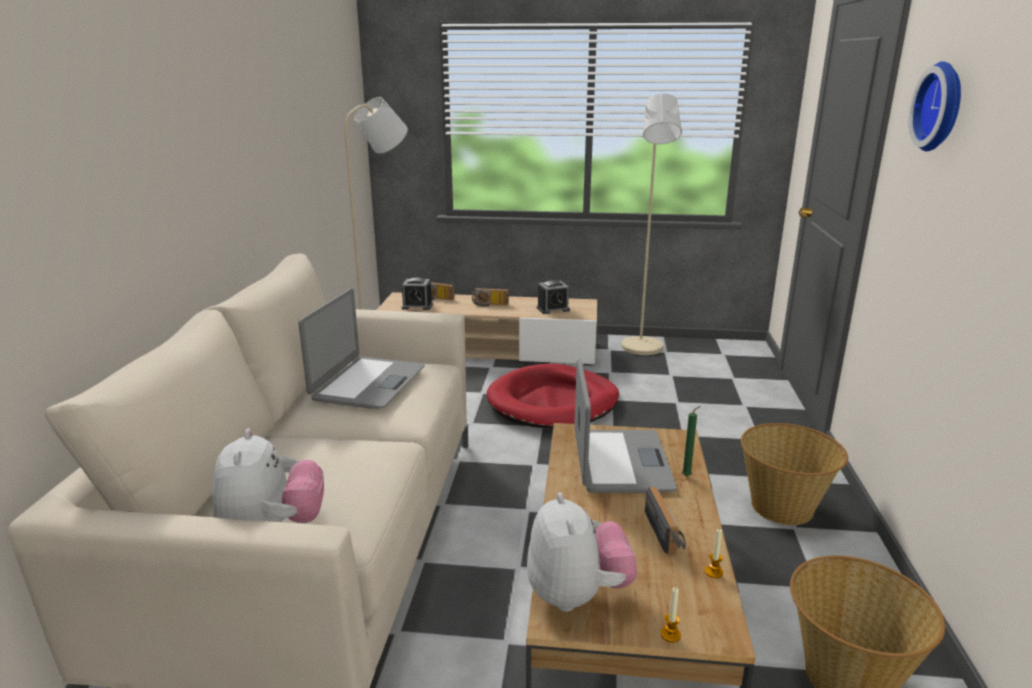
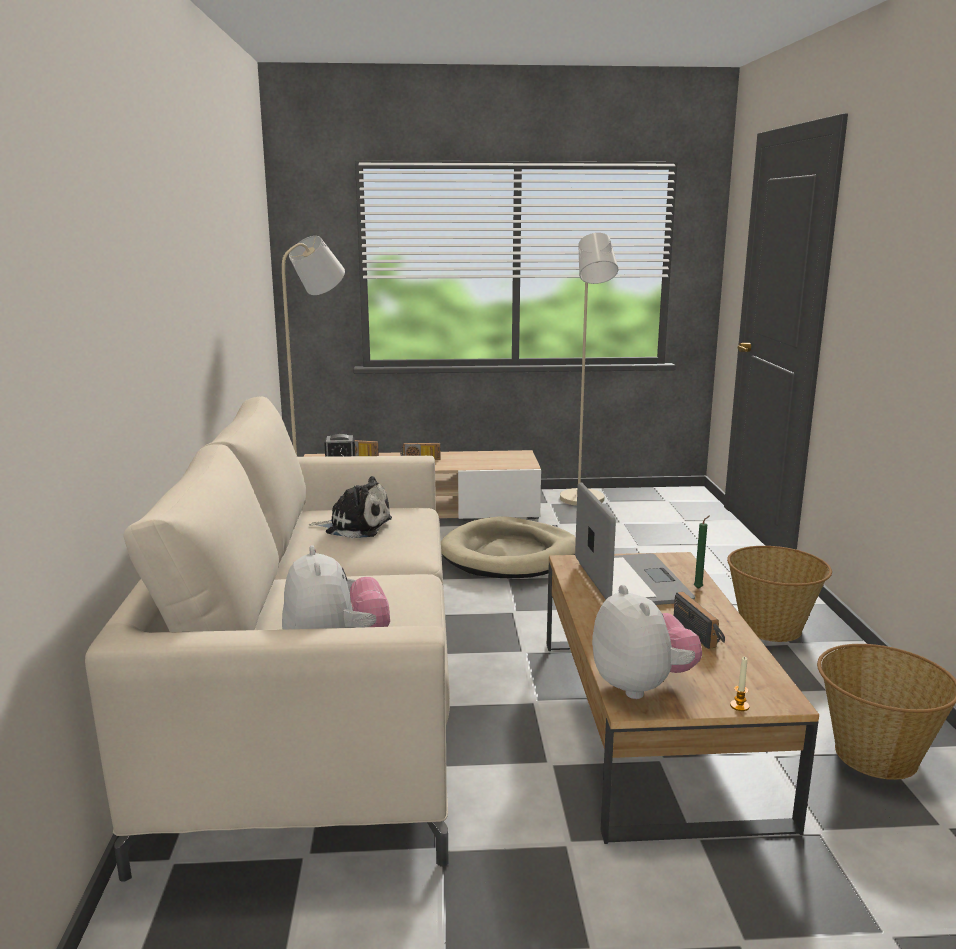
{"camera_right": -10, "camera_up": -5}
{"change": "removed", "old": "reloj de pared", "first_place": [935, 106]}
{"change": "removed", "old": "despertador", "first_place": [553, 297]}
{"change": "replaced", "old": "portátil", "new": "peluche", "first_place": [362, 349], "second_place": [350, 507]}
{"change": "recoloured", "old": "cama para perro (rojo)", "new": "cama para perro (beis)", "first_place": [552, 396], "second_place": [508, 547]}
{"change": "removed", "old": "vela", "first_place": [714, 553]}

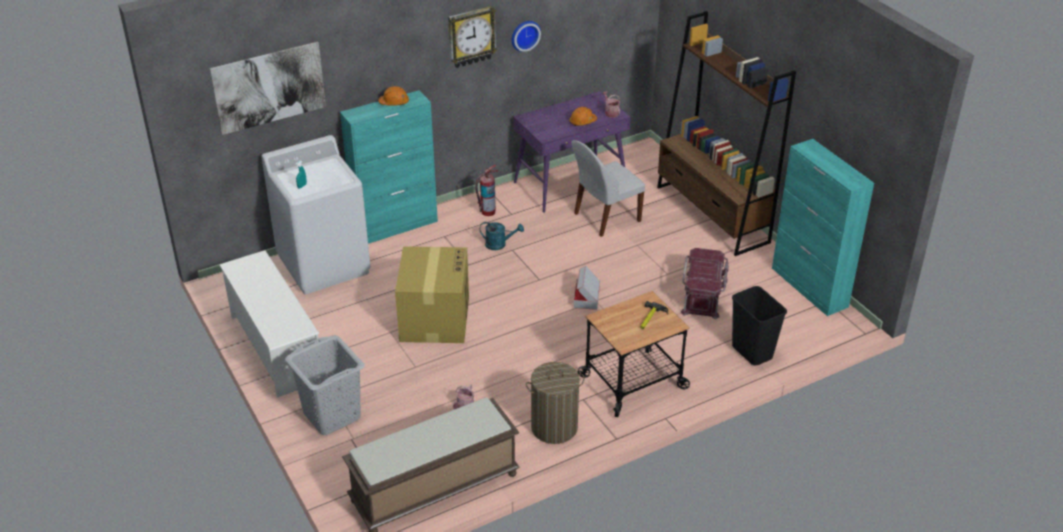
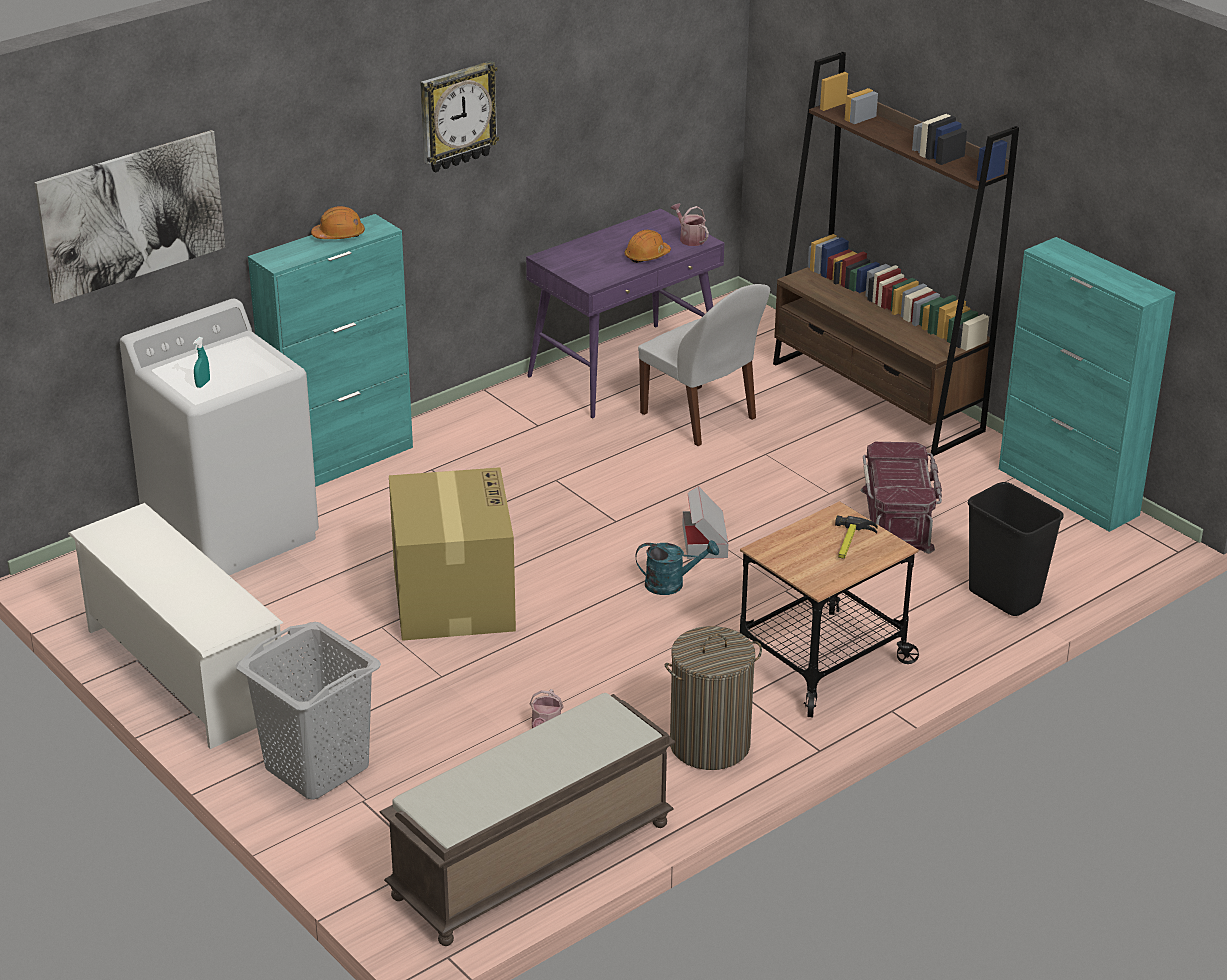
{"camera_right": -10, "camera_up": -5}
{"change": "removed", "old": "reloj de pared", "first_place": [526, 36]}
{"change": "turned", "old": "silla (blanco)", "first_place": [608, 188], "second_place": [704, 365], "degrees": -90}
{"change": "removed", "old": "extintor", "first_place": [487, 190]}
{"change": "moved", "old": "regadera (turquesa)", "first_place": [502, 236], "second_place": [677, 567]}

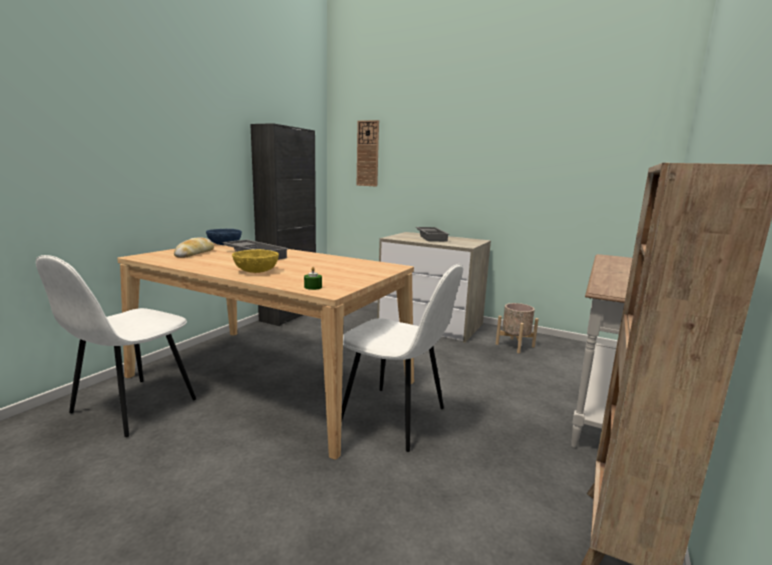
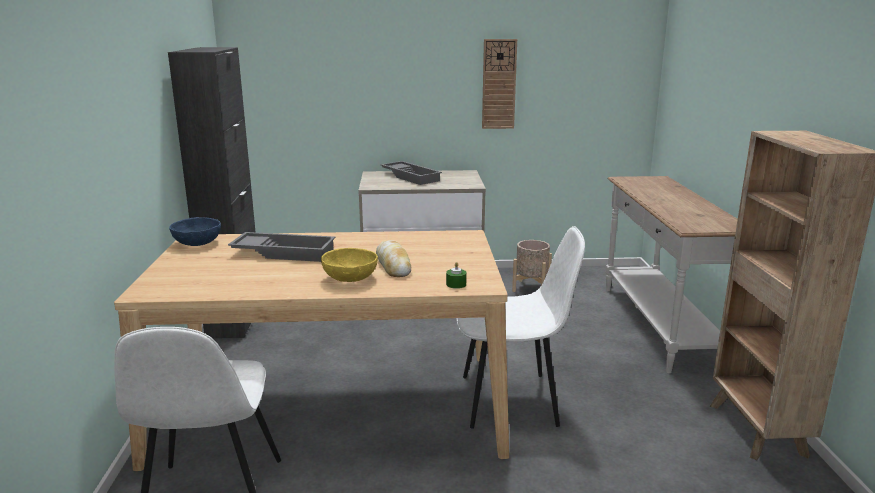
{"camera_right": -30, "camera_up": 5}
{"change": "moved", "old": "reloj de pared", "first_place": [368, 153], "second_place": [499, 84]}
{"change": "moved", "old": "pan", "first_place": [194, 247], "second_place": [393, 258]}

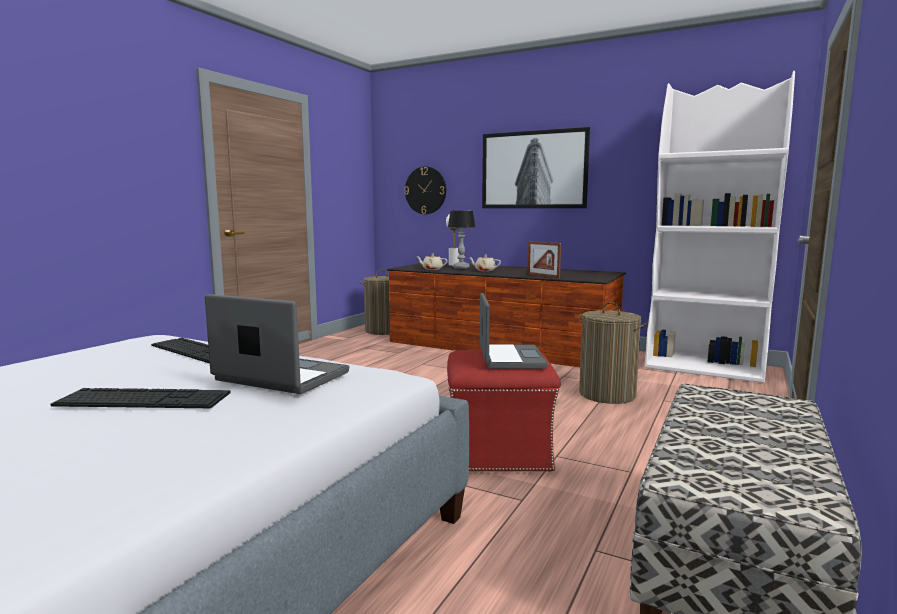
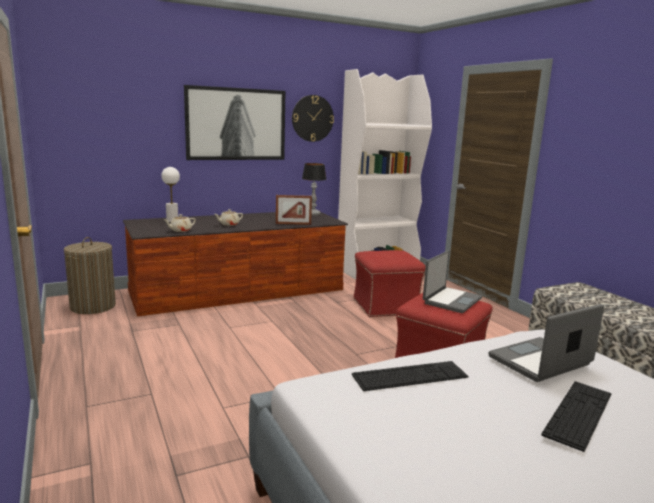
{"camera_right": -55, "camera_up": 5}
{"change": "moved", "old": "reloj de pared", "first_place": [425, 190], "second_place": [313, 118]}
{"change": "moved", "old": "lámpara de mesa", "first_place": [461, 239], "second_place": [314, 189]}
{"change": "turned", "old": "portátil", "first_place": [514, 331], "second_place": [452, 281], "degrees": 90}
{"change": "replaced", "old": "cesto de la ropa", "new": "puf (rojo)", "first_place": [612, 353], "second_place": [389, 284]}

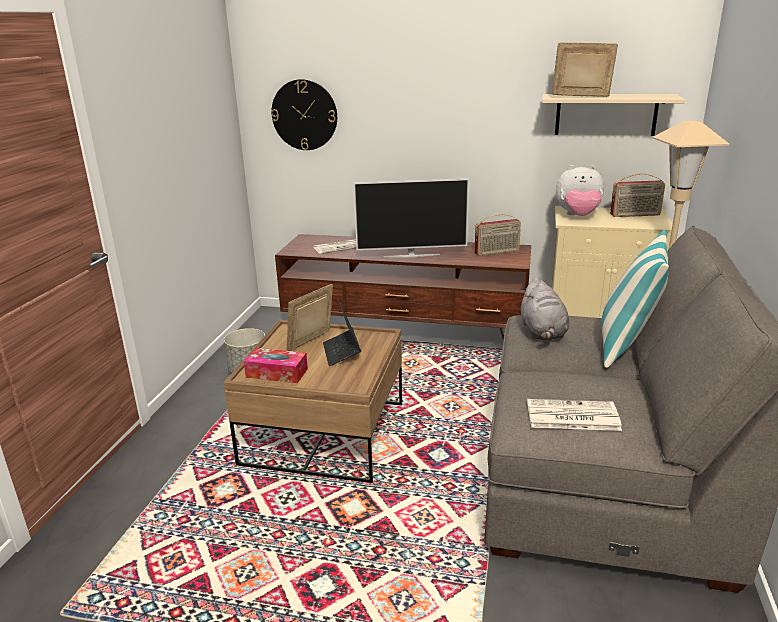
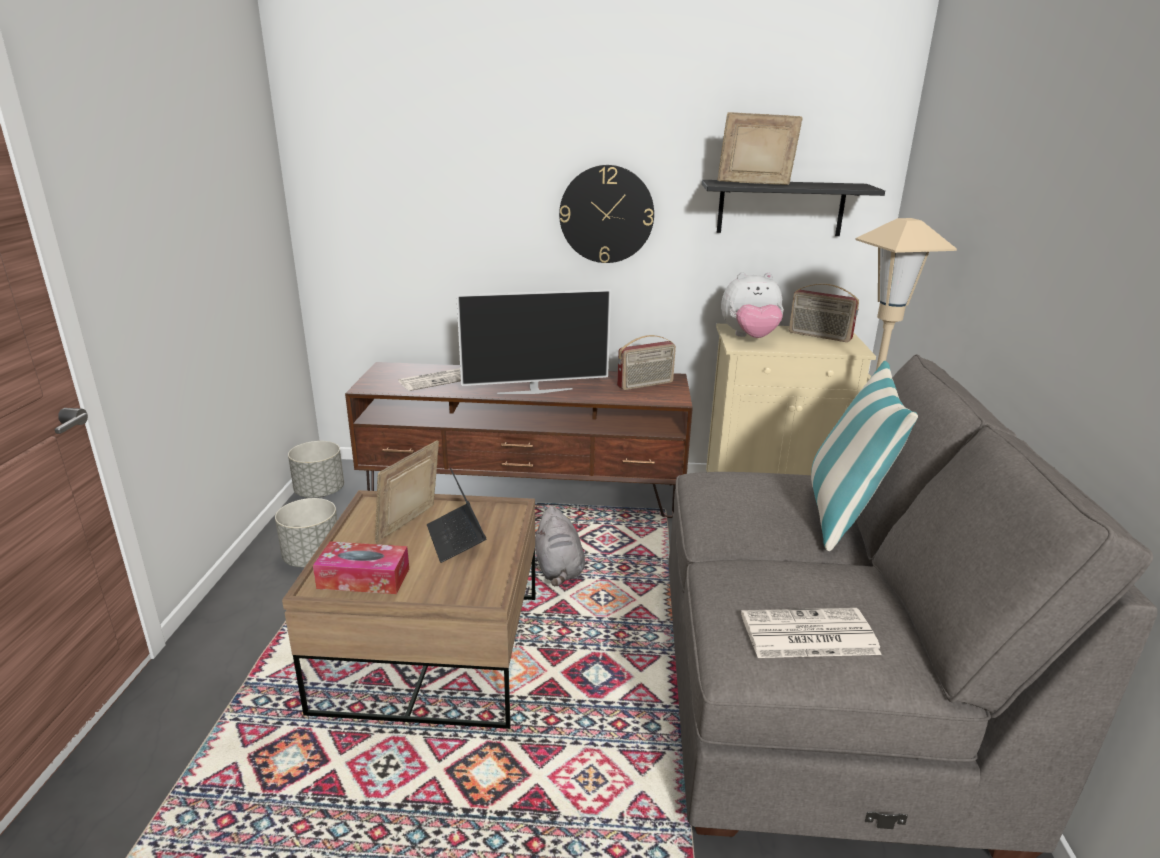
{"camera_right": -10, "camera_up": 0}
{"change": "moved", "old": "reloj de pared", "first_place": [304, 114], "second_place": [606, 214]}
{"change": "recoloured", "old": "estante (beis)", "new": "estante (negro)", "first_place": [613, 115], "second_place": [793, 208]}
{"change": "turned", "old": "radio", "first_place": [637, 195], "second_place": [824, 312], "degrees": 45}
{"change": "moved", "old": "peluche (gris)", "first_place": [545, 308], "second_place": [560, 546]}
{"change": "added", "new": "maceta (gris)", "second_place": [316, 469]}

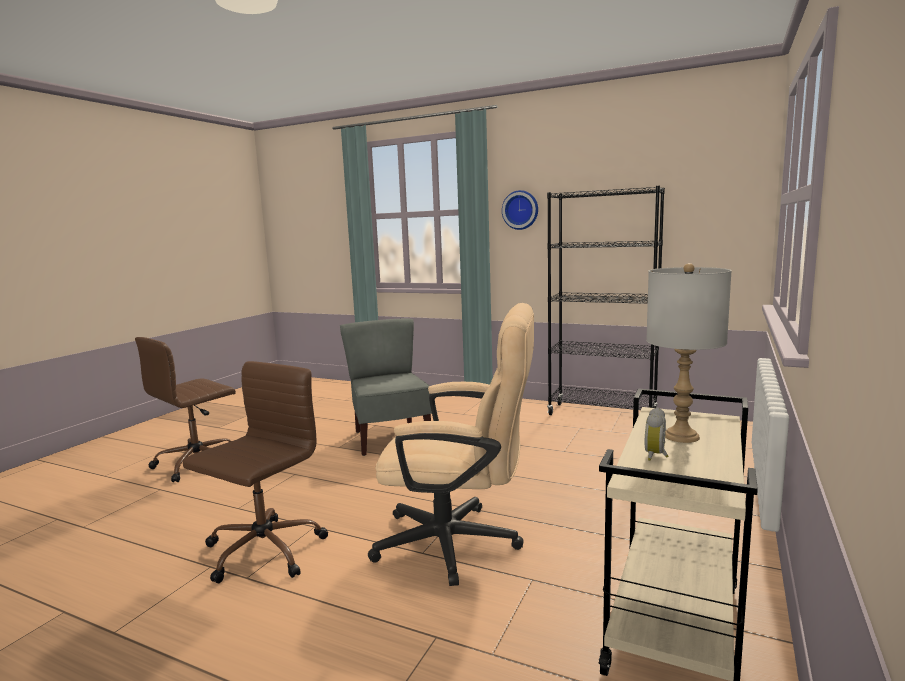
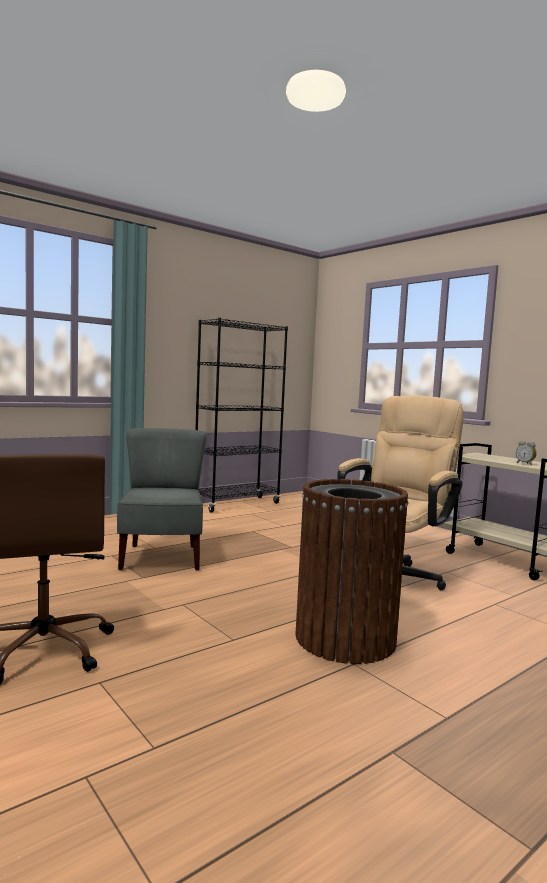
{"camera_right": -65, "camera_up": -5}
{"change": "removed", "old": "reloj de pared", "first_place": [520, 210]}
{"change": "removed", "old": "lámpara de mesa (gris)", "first_place": [689, 353]}
{"change": "turned", "old": "silla (gris)", "first_place": [386, 387], "second_place": [162, 499], "degrees": 75}
{"change": "replaced", "old": "silla de oficina (marrón)", "new": "papelera (marrón)", "first_place": [255, 472], "second_place": [351, 571]}

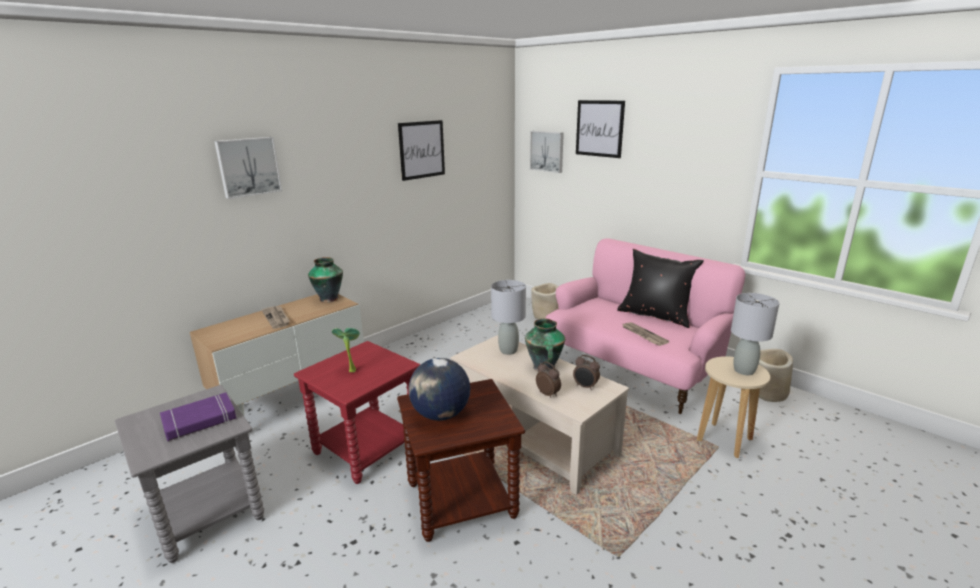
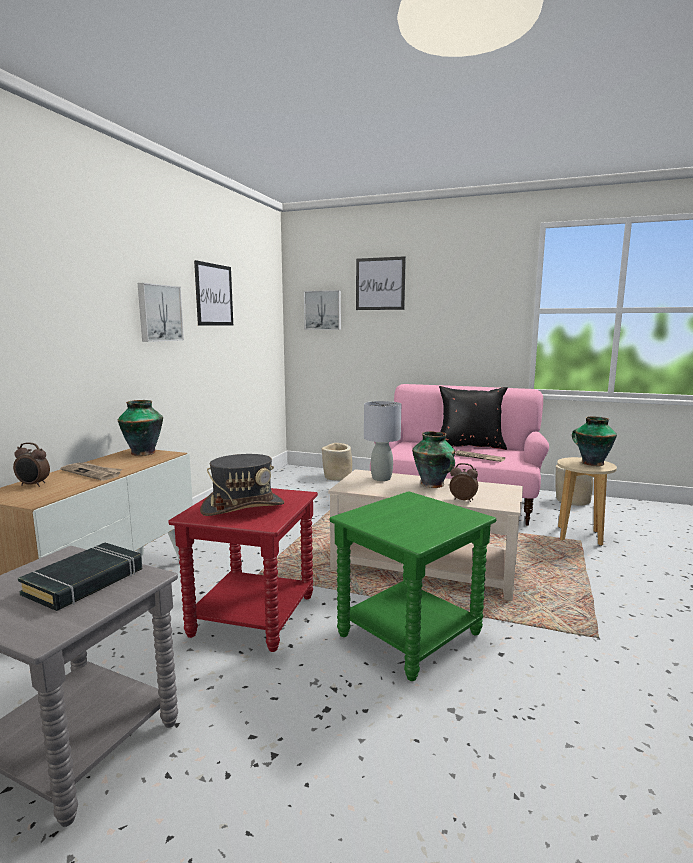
{"camera_right": -25, "camera_up": -10}
{"change": "moved", "old": "cuadro", "first_place": [248, 168], "second_place": [161, 312]}
{"change": "replaced", "old": "lámpara de mesa (gris)", "new": "florero", "first_place": [755, 334], "second_place": [594, 441]}
{"change": "replaced", "old": "planta en maceta", "new": "sombrero (gris)", "first_place": [346, 350], "second_place": [242, 485]}
{"change": "moved", "old": "despertador", "first_place": [586, 372], "second_place": [31, 465]}
{"change": "removed", "old": "globo terráqueo", "first_place": [439, 389]}
{"change": "recoloured", "old": "mesa auxiliar (marrón)", "new": "mesa auxiliar (verde)", "first_place": [461, 460], "second_place": [413, 586]}
{"change": "recoloured", "old": "libro (morado)", "new": "libro (negro)", "first_place": [198, 416], "second_place": [80, 577]}

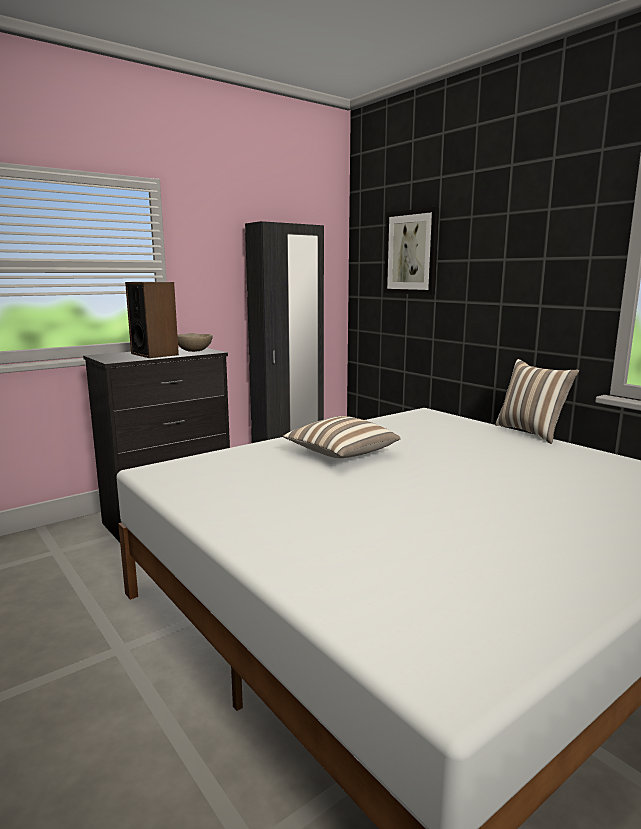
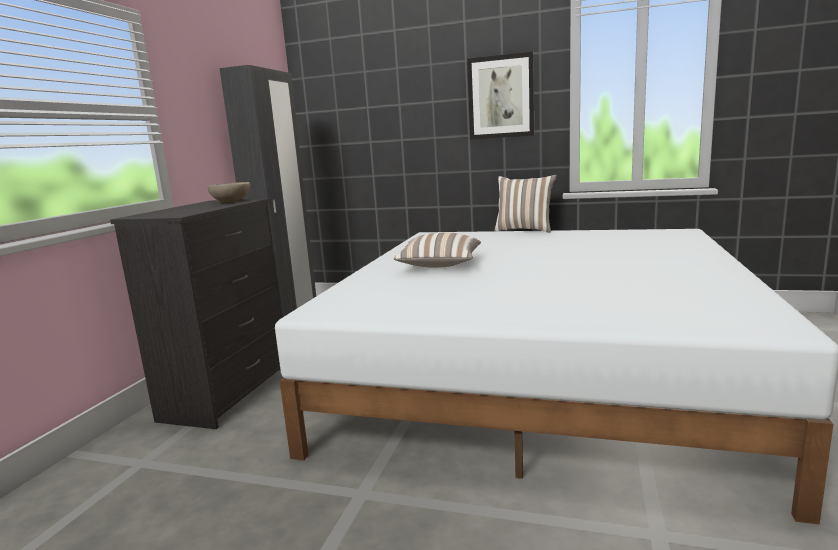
{"camera_right": -35, "camera_up": 0}
{"change": "moved", "old": "cuadro", "first_place": [411, 251], "second_place": [500, 96]}
{"change": "removed", "old": "altavoz", "first_place": [152, 320]}

